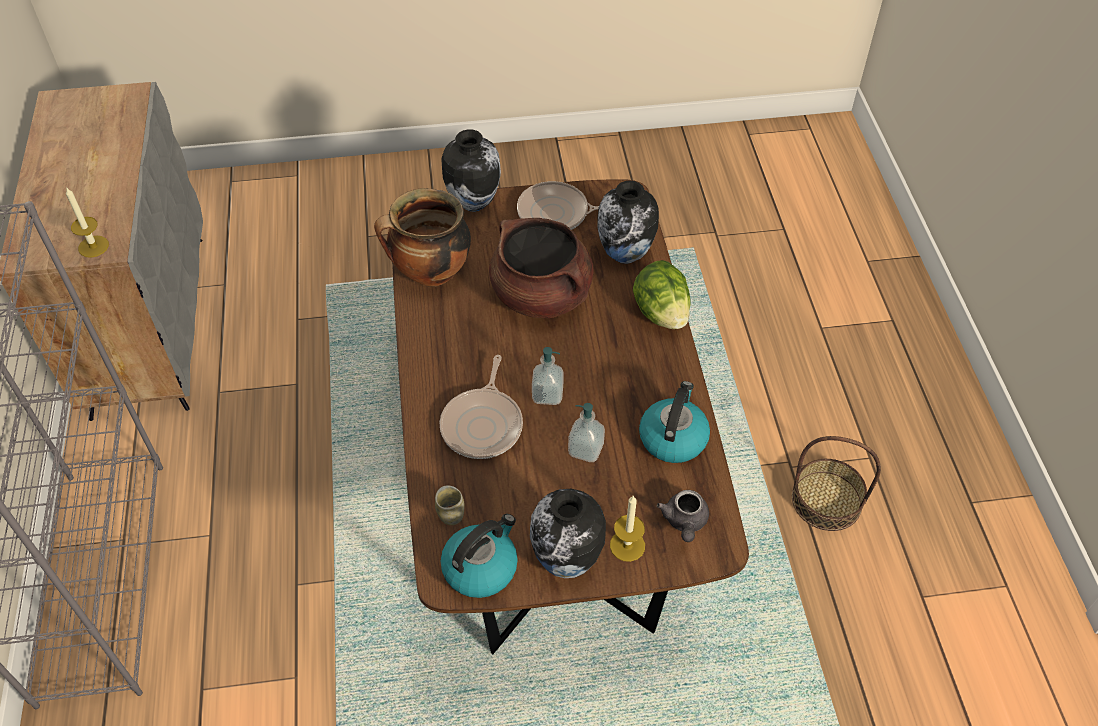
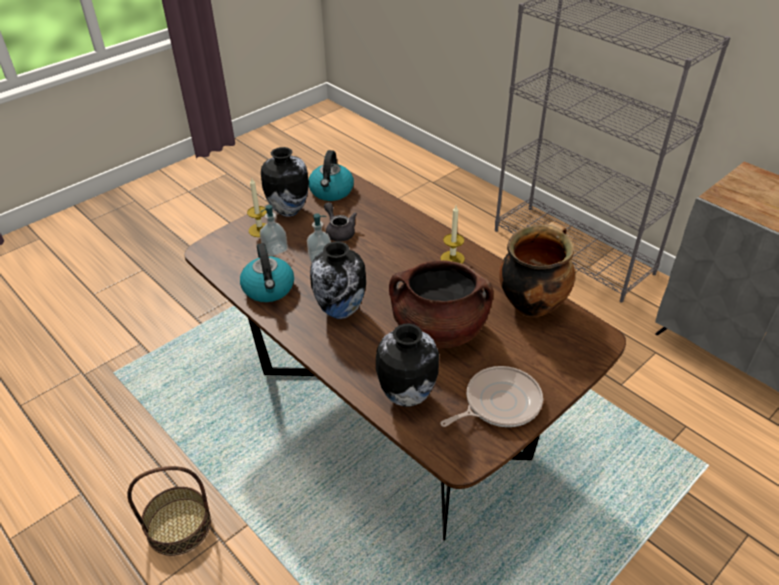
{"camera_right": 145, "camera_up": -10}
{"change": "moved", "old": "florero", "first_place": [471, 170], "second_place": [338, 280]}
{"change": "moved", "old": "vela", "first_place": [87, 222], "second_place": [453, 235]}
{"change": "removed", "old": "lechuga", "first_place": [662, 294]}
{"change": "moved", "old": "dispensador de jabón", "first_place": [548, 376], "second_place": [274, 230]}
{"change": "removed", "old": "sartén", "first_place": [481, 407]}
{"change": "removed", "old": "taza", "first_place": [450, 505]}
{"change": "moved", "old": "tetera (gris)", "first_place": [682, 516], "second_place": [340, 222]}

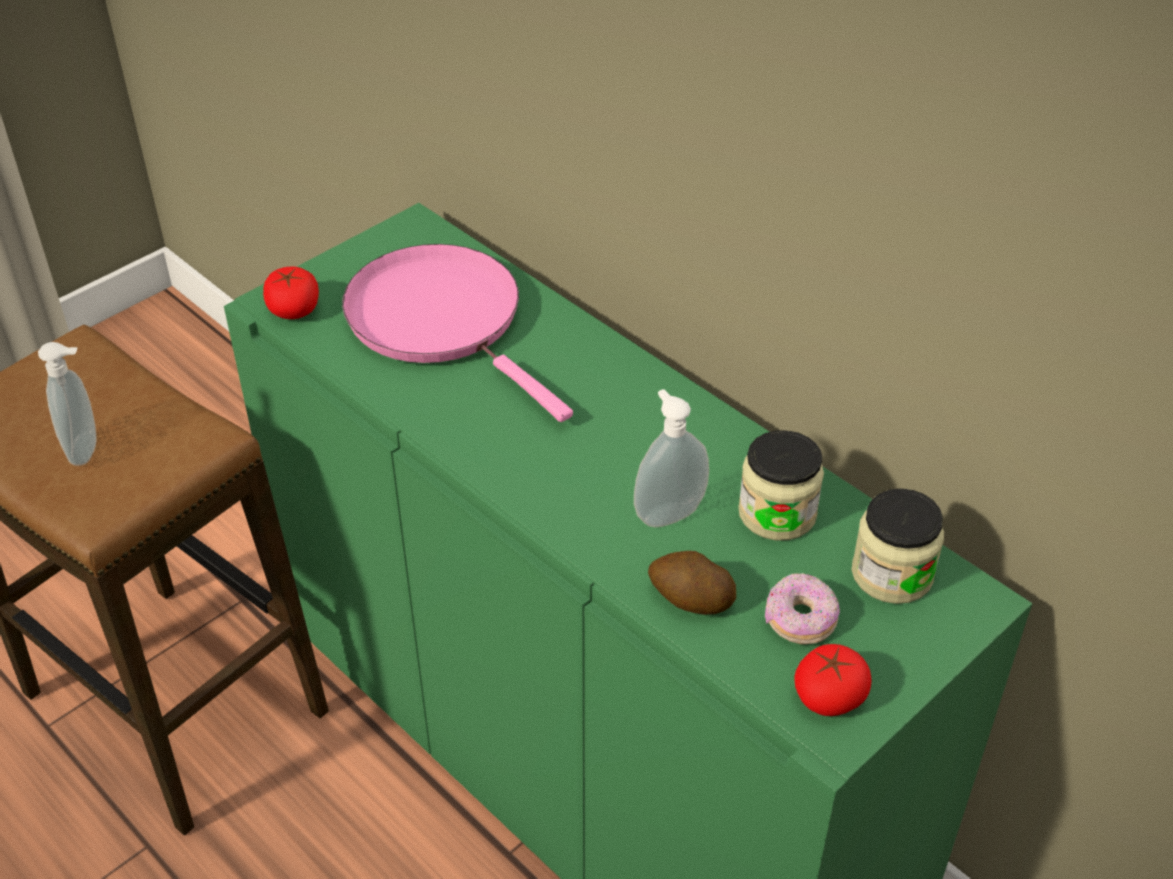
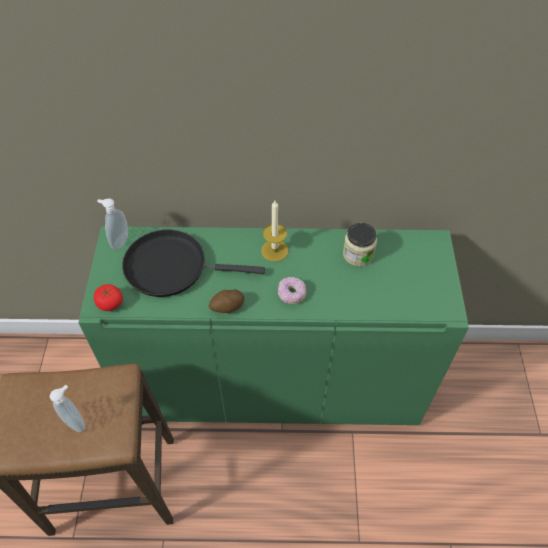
{"camera_right": -45, "camera_up": 10}
{"change": "recoloured", "old": "sartén (rosa)", "new": "sartén (negro)", "first_place": [457, 333], "second_place": [193, 263]}
{"change": "moved", "old": "dispensador de jabón", "first_place": [671, 458], "second_place": [112, 224]}
{"change": "removed", "old": "tarro", "first_place": [898, 546]}
{"change": "moved", "old": "patata", "first_place": [692, 583], "second_place": [227, 301]}
{"change": "moved", "old": "rosquilla", "first_place": [802, 608], "second_place": [292, 290]}
{"change": "removed", "old": "tomate", "first_place": [833, 680]}
{"change": "added", "new": "vela", "second_place": [275, 231]}

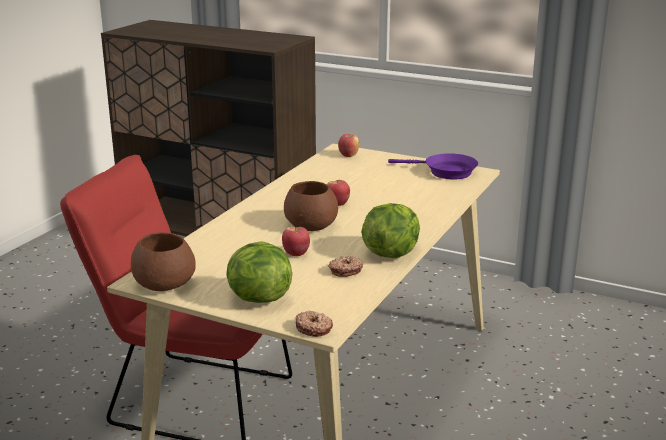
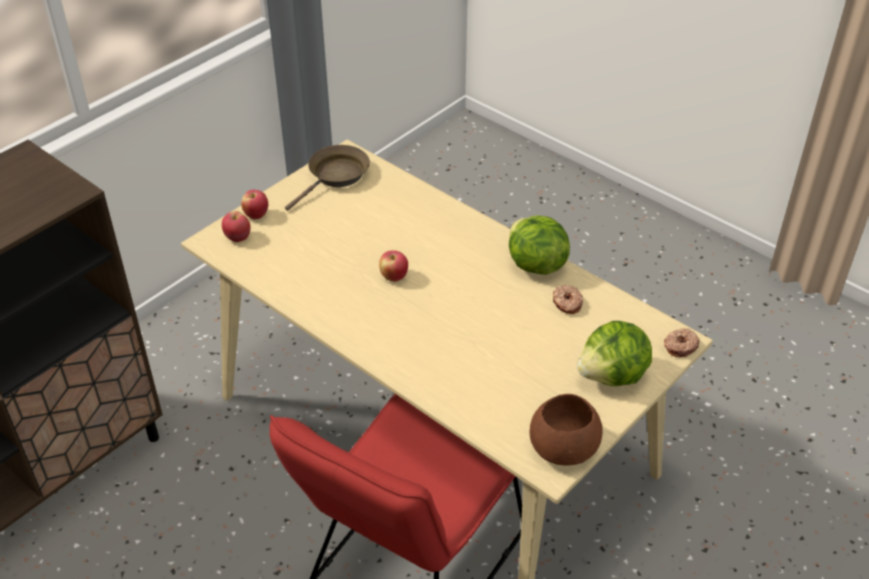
{"camera_right": -75, "camera_up": 20}
{"change": "recoloured", "old": "sartén (morado)", "new": "sartén (marrón)", "first_place": [433, 166], "second_place": [327, 178]}
{"change": "removed", "old": "cuenco (marrón)", "first_place": [311, 206]}
{"change": "moved", "old": "manzana", "first_place": [296, 241], "second_place": [254, 204]}

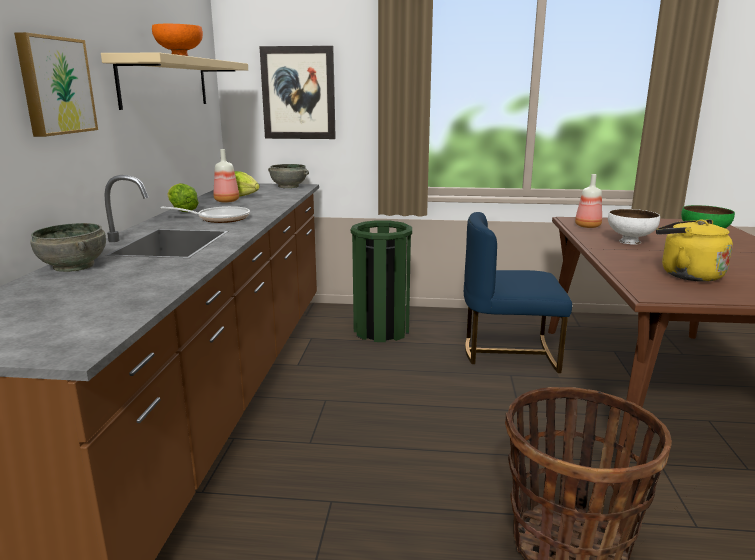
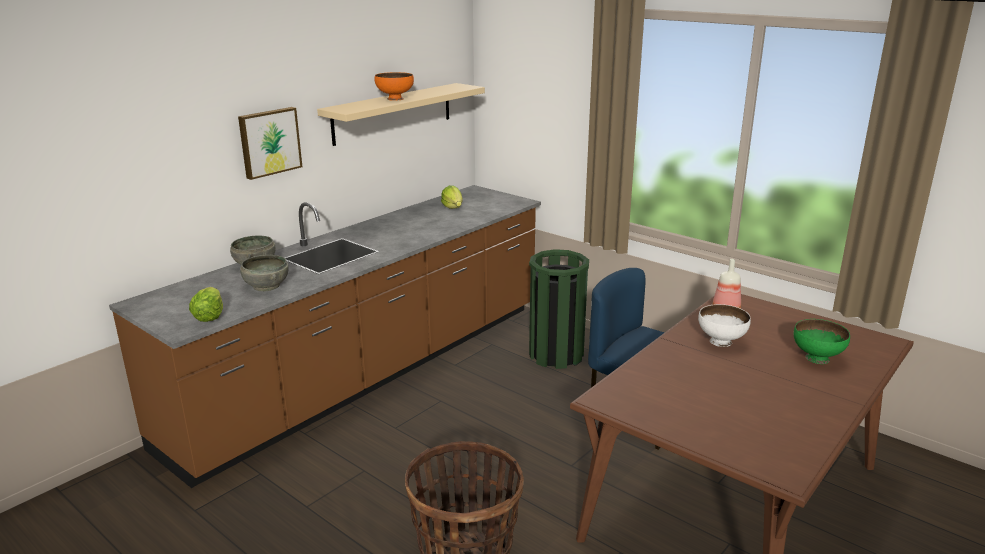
{"camera_right": 35, "camera_up": 5}
{"change": "removed", "old": "cuadro", "first_place": [297, 92]}
{"change": "removed", "old": "botella", "first_place": [226, 175]}
{"change": "moved", "old": "cuenco (gris)", "first_place": [288, 176], "second_place": [264, 273]}
{"change": "moved", "old": "lechuga", "first_place": [183, 197], "second_place": [206, 304]}
{"change": "removed", "old": "sartén", "first_place": [205, 214]}
{"change": "removed", "old": "hervidor (amarillo)", "first_place": [694, 251]}

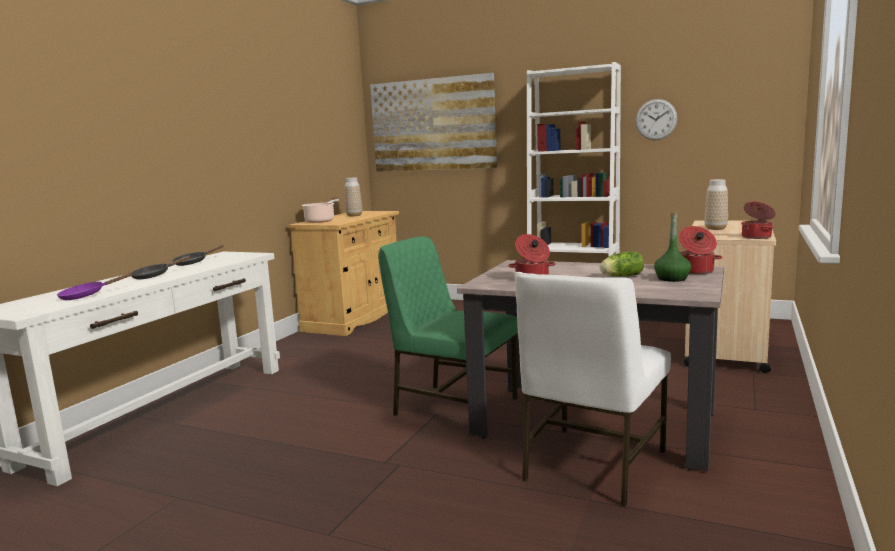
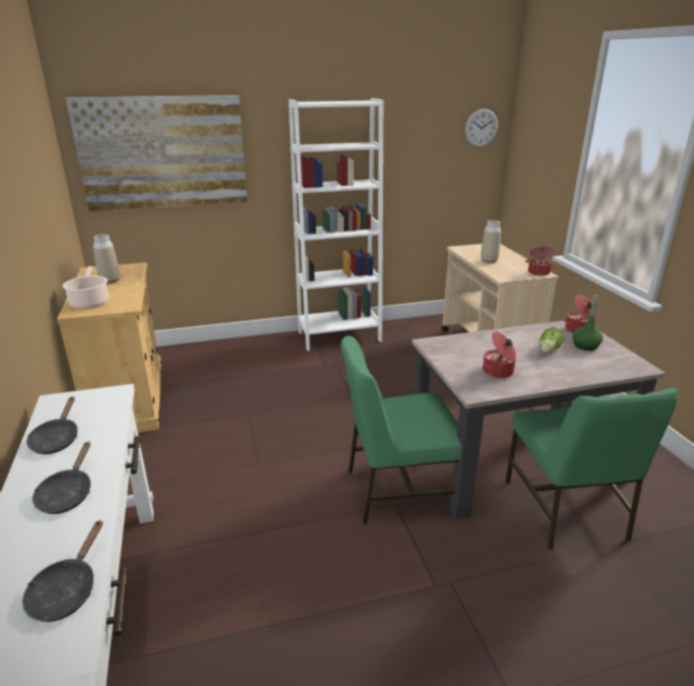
{"camera_right": -40, "camera_up": 15}
{"change": "moved", "old": "reloj de pared", "first_place": [656, 119], "second_place": [481, 128]}
{"change": "recoloured", "old": "silla (blanco)", "new": "silla (verde)", "first_place": [593, 389], "second_place": [591, 469]}
{"change": "recoloured", "old": "sartén (morado)", "new": "sartén (negro)", "first_place": [94, 286], "second_place": [62, 571]}

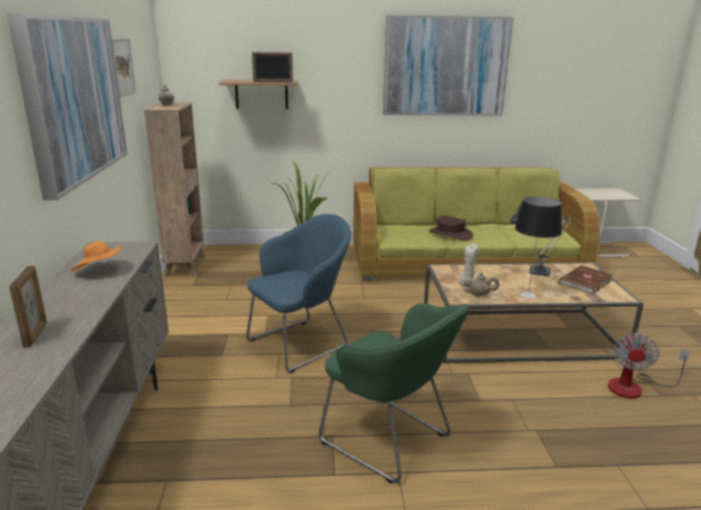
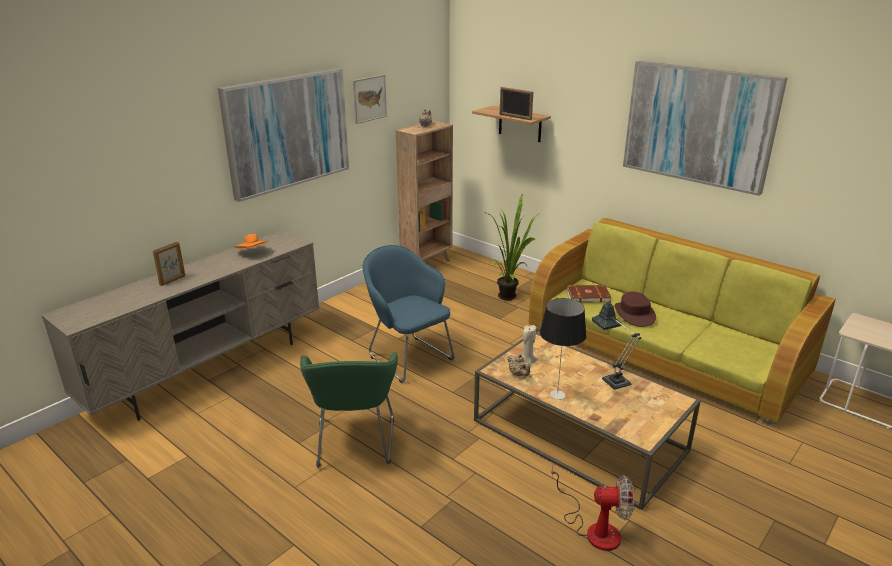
{"camera_right": 45, "camera_up": 5}
{"change": "turned", "old": "sillón (azul)", "first_place": [298, 293], "second_place": [408, 314], "degrees": -135}
{"change": "moved", "old": "libro (marrón)", "first_place": [586, 280], "second_place": [588, 294]}
{"change": "turned", "old": "ventilador", "first_place": [649, 365], "second_place": [593, 507], "degrees": -150}

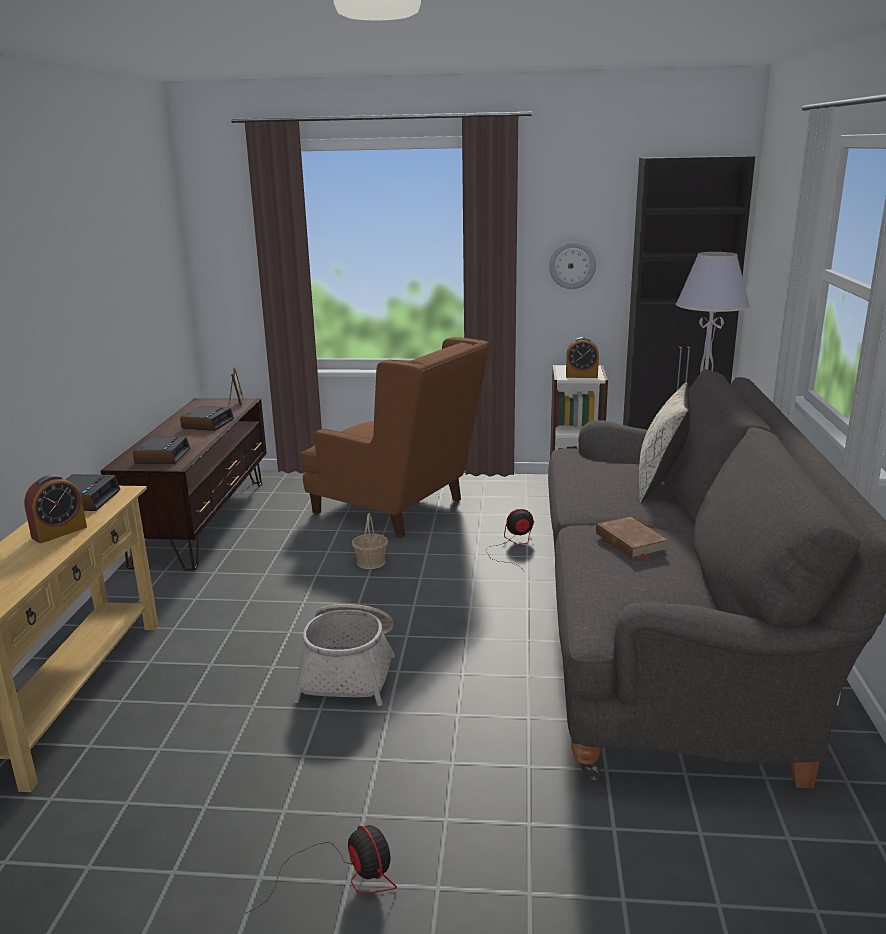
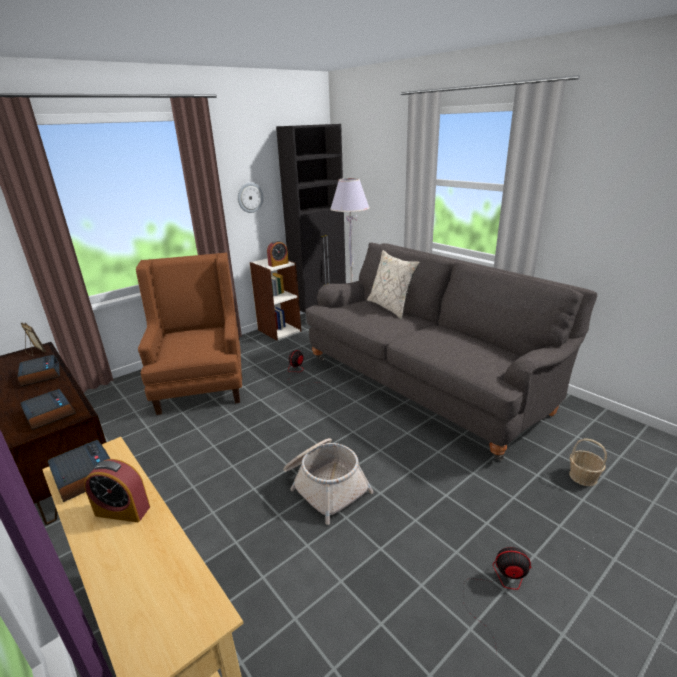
{"camera_right": -45, "camera_up": 5}
{"change": "turned", "old": "sillón (marrón)", "first_place": [395, 437], "second_place": [189, 333], "degrees": -90}
{"change": "turned", "old": "despertador", "first_place": [55, 509], "second_place": [117, 490], "degrees": 105}
{"change": "moved", "old": "cesta", "first_place": [370, 541], "second_place": [588, 462]}
{"change": "removed", "old": "libro (marrón)", "first_place": [632, 539]}

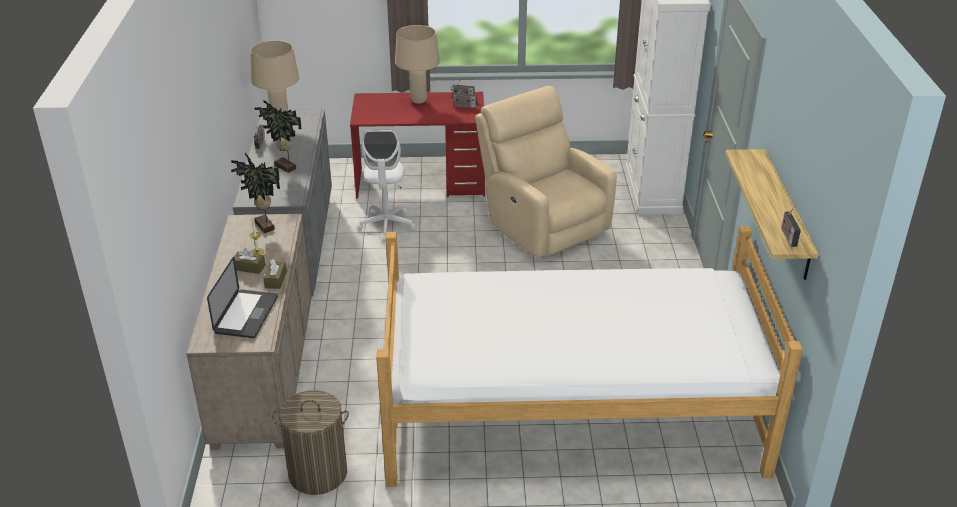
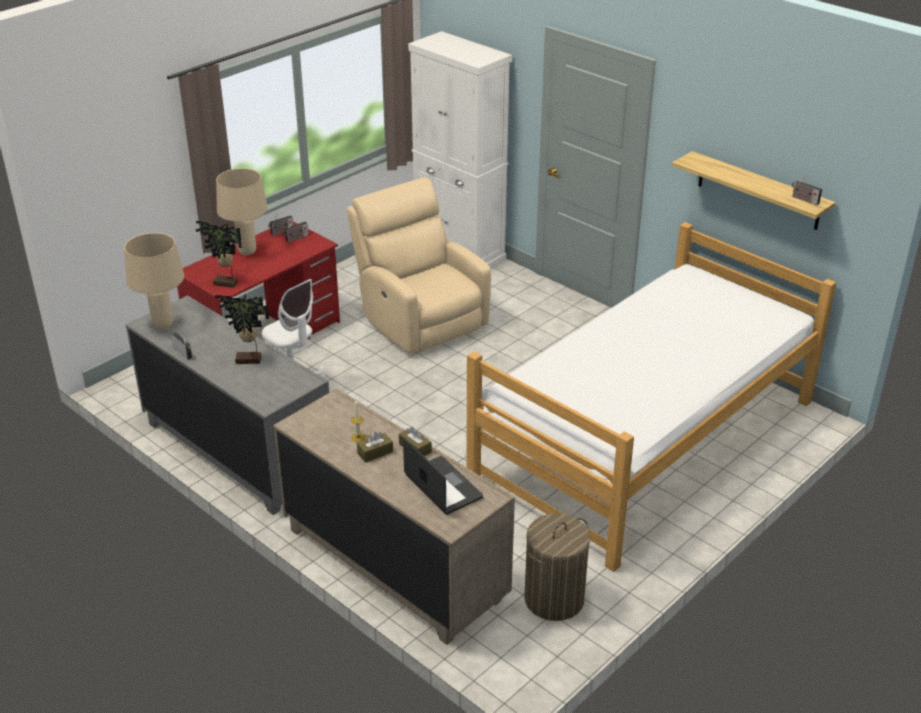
{"camera_right": -45, "camera_up": 0}
{"change": "turned", "old": "sillón (beis)", "first_place": [546, 171], "second_place": [419, 265], "degrees": 45}
{"change": "moved", "old": "planta en maceta", "first_place": [255, 193], "second_place": [219, 254]}

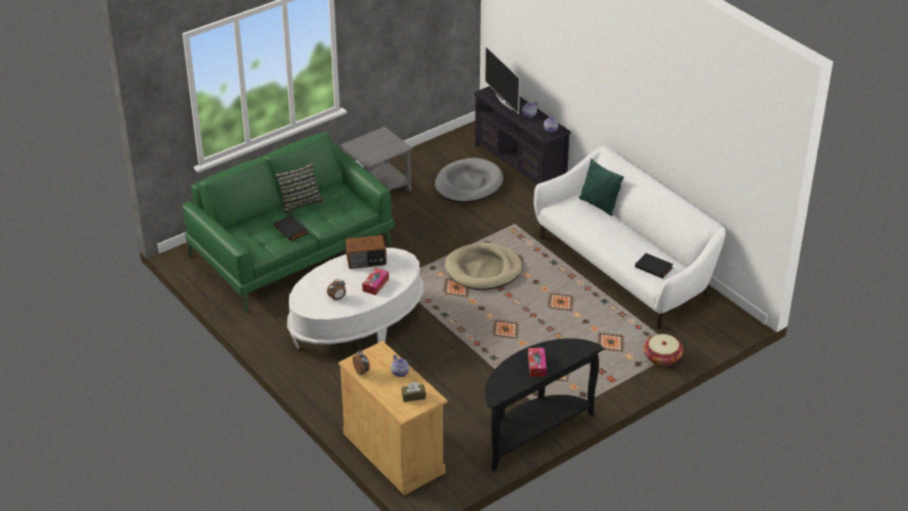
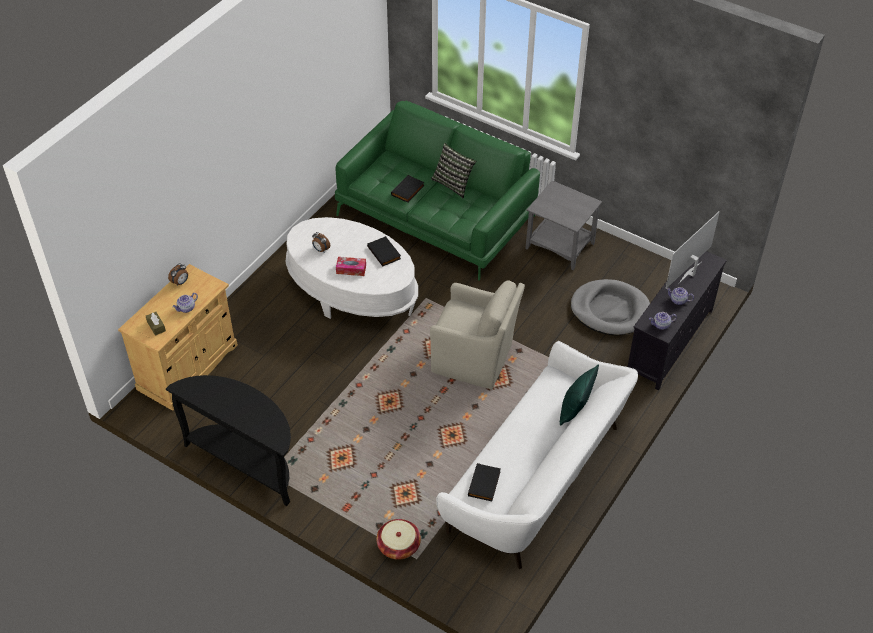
{"camera_right": 70, "camera_up": 10}
{"change": "replaced", "old": "radio", "new": "libro (negro)", "first_place": [366, 252], "second_place": [384, 251]}
{"change": "replaced", "old": "cama para perro (beis)", "new": "sillón (beis)", "first_place": [483, 266], "second_place": [477, 334]}
{"change": "removed", "old": "caja de pañuelos", "first_place": [537, 362]}

